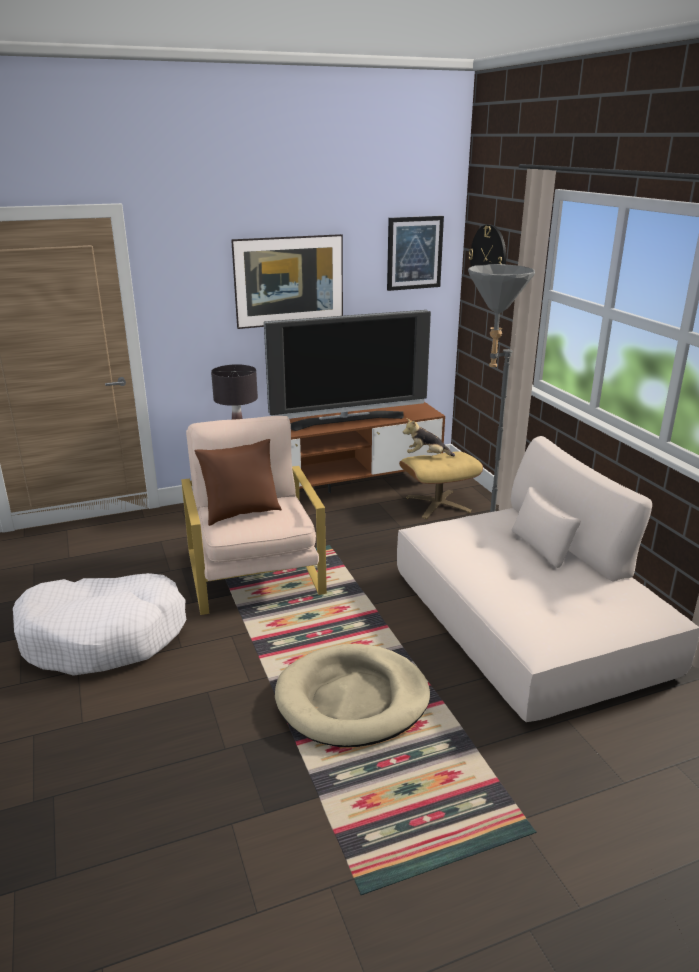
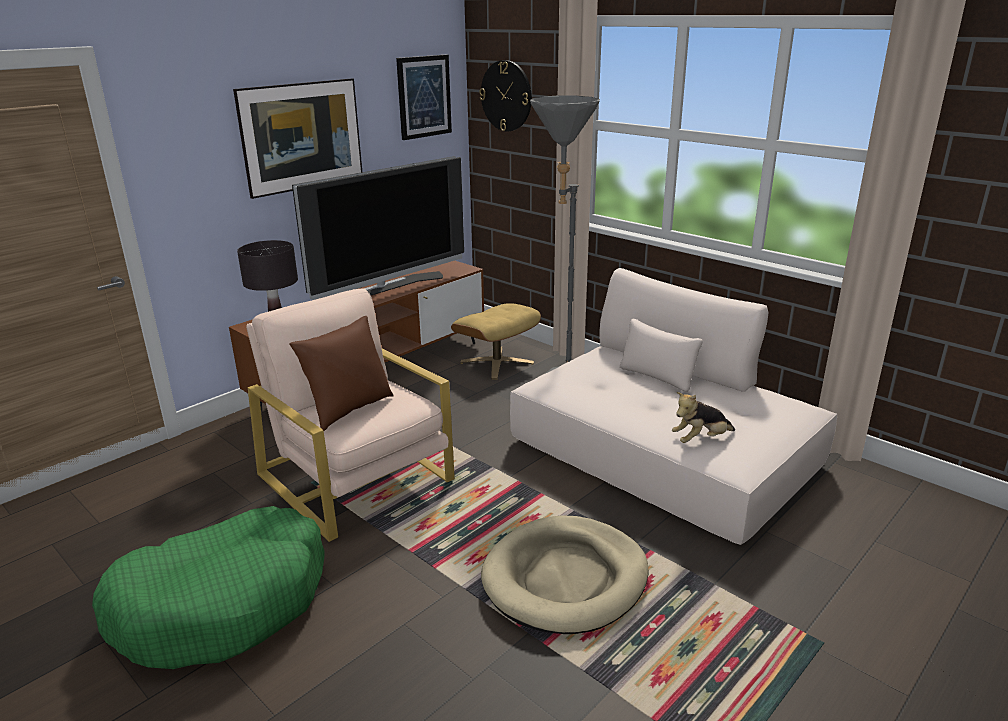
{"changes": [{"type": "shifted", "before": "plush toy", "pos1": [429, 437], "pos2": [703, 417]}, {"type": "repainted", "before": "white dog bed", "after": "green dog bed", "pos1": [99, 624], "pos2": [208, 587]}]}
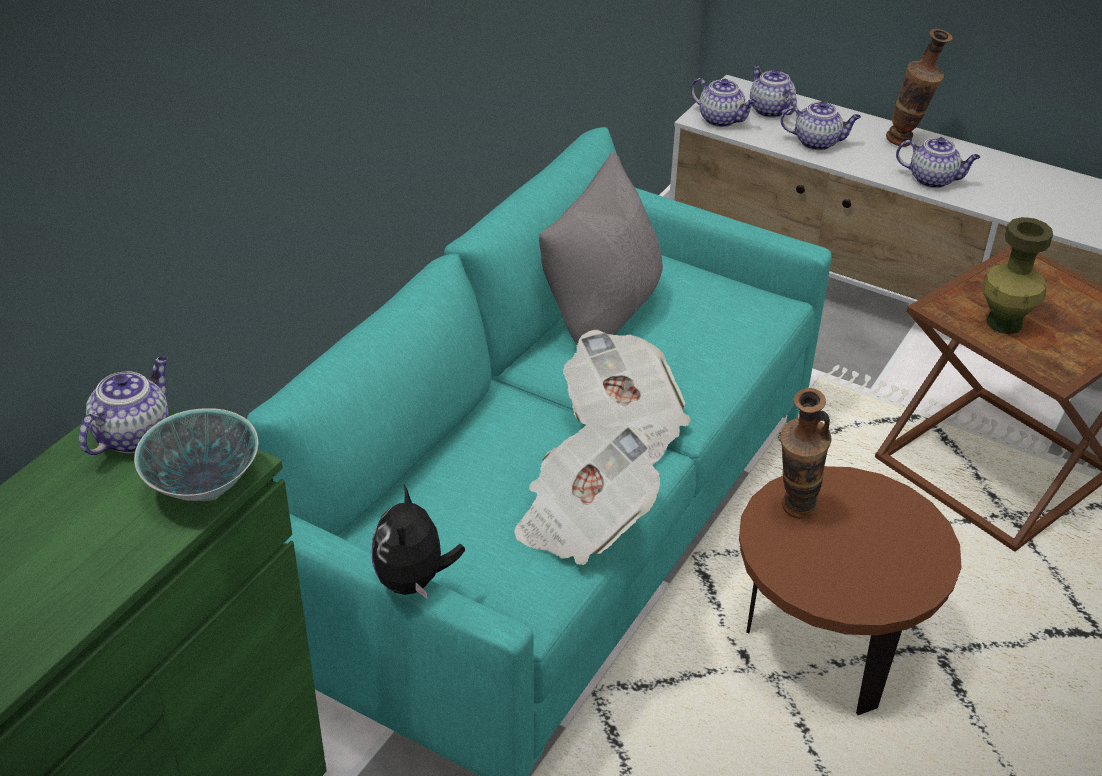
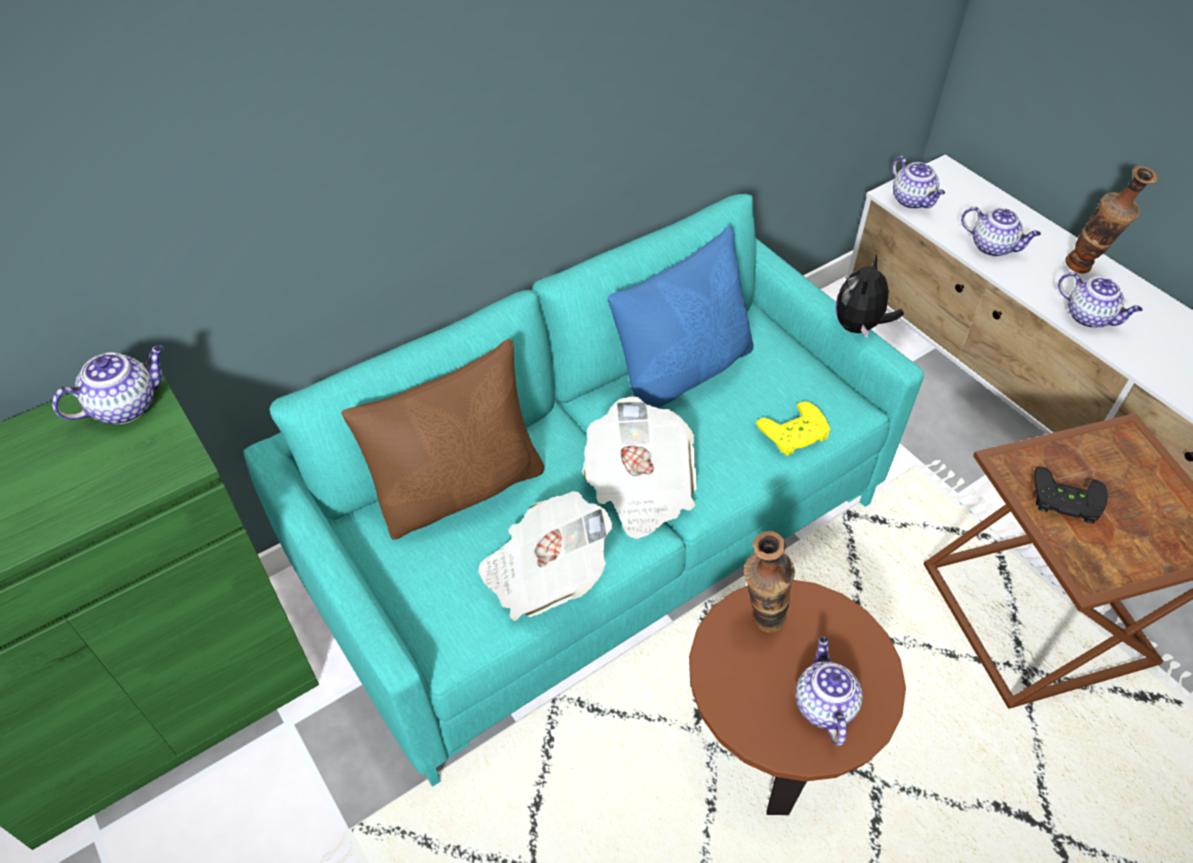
{"changes": [{"type": "shifted", "before": "teapot", "pos1": [773, 91], "pos2": [829, 691]}, {"type": "repainted", "before": "grey pillow", "after": "blue pillow", "pos1": [601, 248], "pos2": [681, 316]}, {"type": "swapped", "before": "green vase", "after": "black game controller", "pos1": [1017, 275], "pos2": [1071, 495]}, {"type": "gone", "before": "bowl", "pos1": [196, 454]}, {"type": "shifted", "before": "plush toy", "pos1": [418, 542], "pos2": [870, 297]}, {"type": "new", "after": "brown pillow", "pos2": [443, 439]}, {"type": "new", "after": "yellow game controller", "pos2": [793, 428]}]}
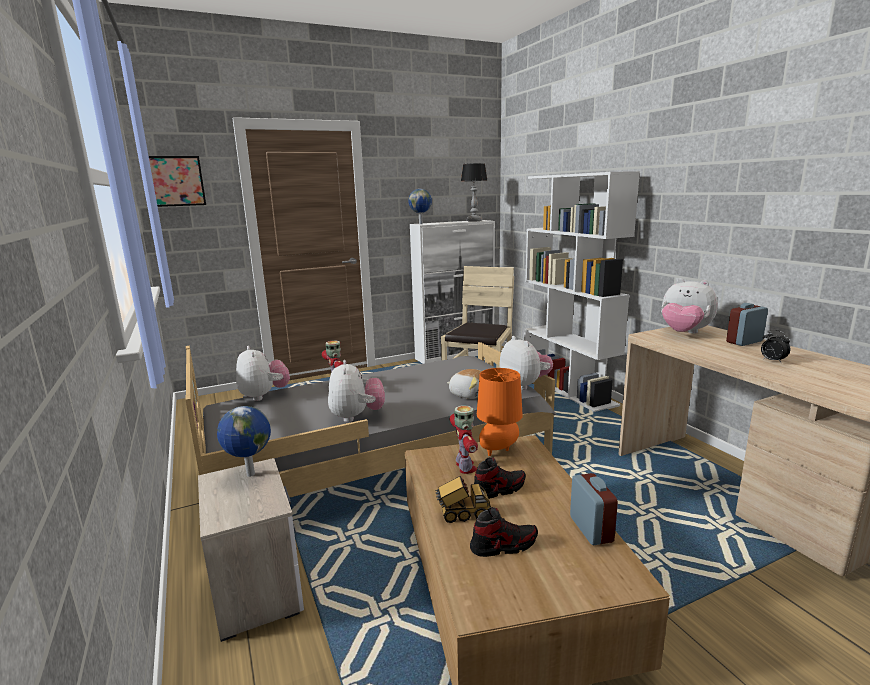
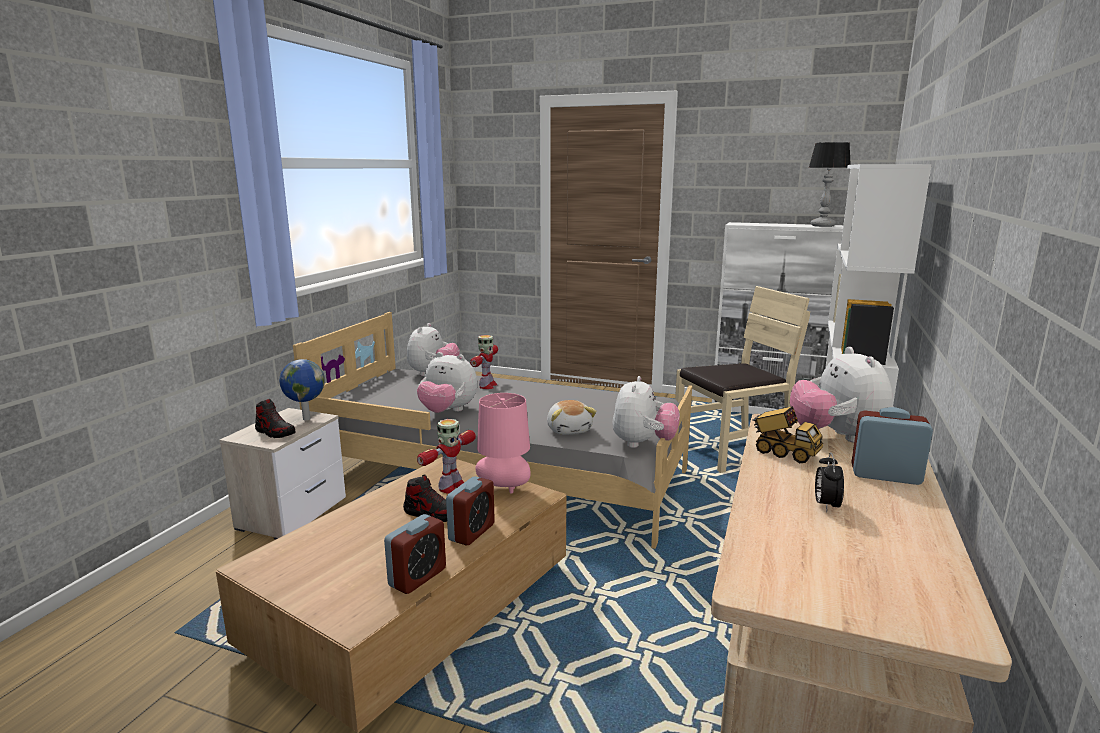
{"changes": [{"type": "gone", "before": "picture", "pos1": [177, 181]}, {"type": "gone", "before": "globe", "pos1": [420, 206]}, {"type": "rotated", "before": "plush toy", "pos1": [356, 391], "pos2": [447, 382], "turn": 75}, {"type": "repainted", "before": "orange table lamp", "after": "pink table lamp", "pos1": [500, 412], "pos2": [503, 443]}, {"type": "shifted", "before": "toy truck", "pos1": [463, 499], "pos2": [787, 434]}, {"type": "shifted", "before": "shoe", "pos1": [504, 532], "pos2": [275, 418]}, {"type": "new", "after": "alarm clock", "pos2": [470, 511]}]}
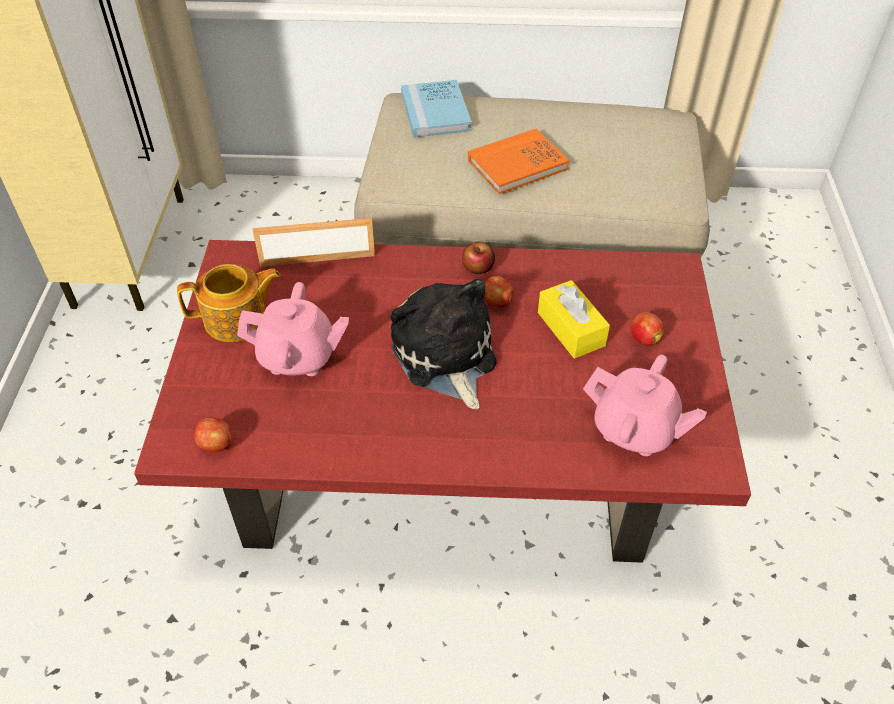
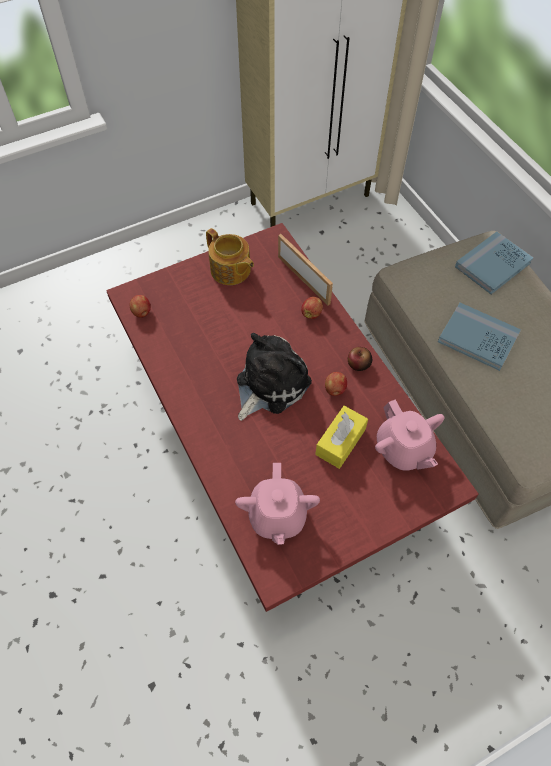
{"changes": [{"type": "repainted", "before": "orange book", "after": "blue book", "pos1": [519, 161], "pos2": [479, 337]}, {"type": "shifted", "before": "pink teapot", "pos1": [293, 329], "pos2": [409, 435]}, {"type": "shifted", "before": "apple", "pos1": [647, 329], "pos2": [312, 308]}]}
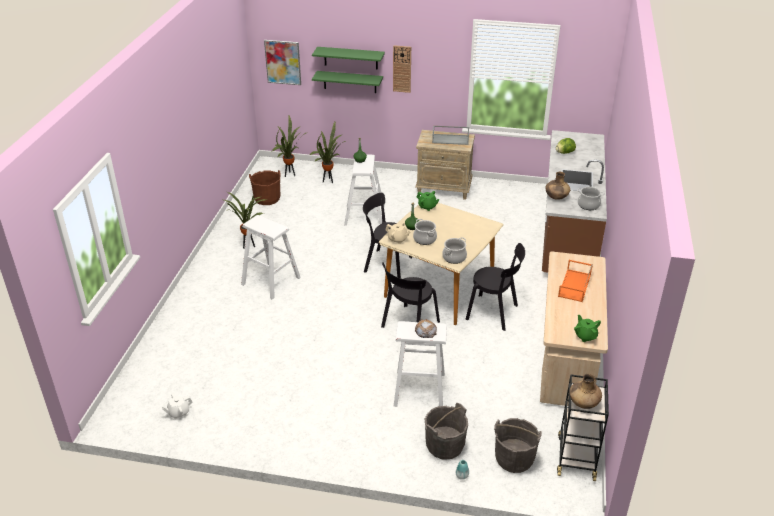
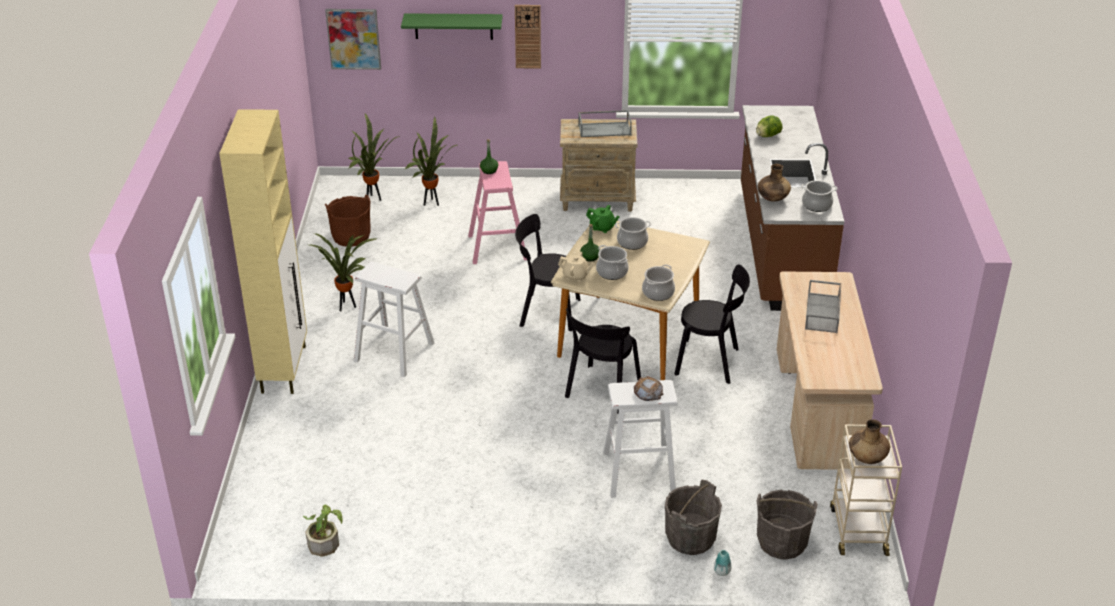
{"changes": [{"type": "gone", "before": "green shelf", "pos1": [347, 82]}, {"type": "repainted", "before": "white stool", "after": "pink stool", "pos1": [364, 190], "pos2": [497, 212]}, {"type": "repainted", "before": "orange tray", "after": "grey tray", "pos1": [575, 281], "pos2": [823, 306]}, {"type": "gone", "before": "green teapot", "pos1": [587, 328]}, {"type": "repainted", "before": "black cart", "after": "beige cart", "pos1": [583, 428], "pos2": [866, 490]}, {"type": "swapped", "before": "white teapot", "after": "potted plant", "pos1": [177, 406], "pos2": [323, 531]}, {"type": "new", "after": "beige cabinet", "pos2": [263, 251]}, {"type": "new", "after": "cooking pot", "pos2": [633, 233]}]}
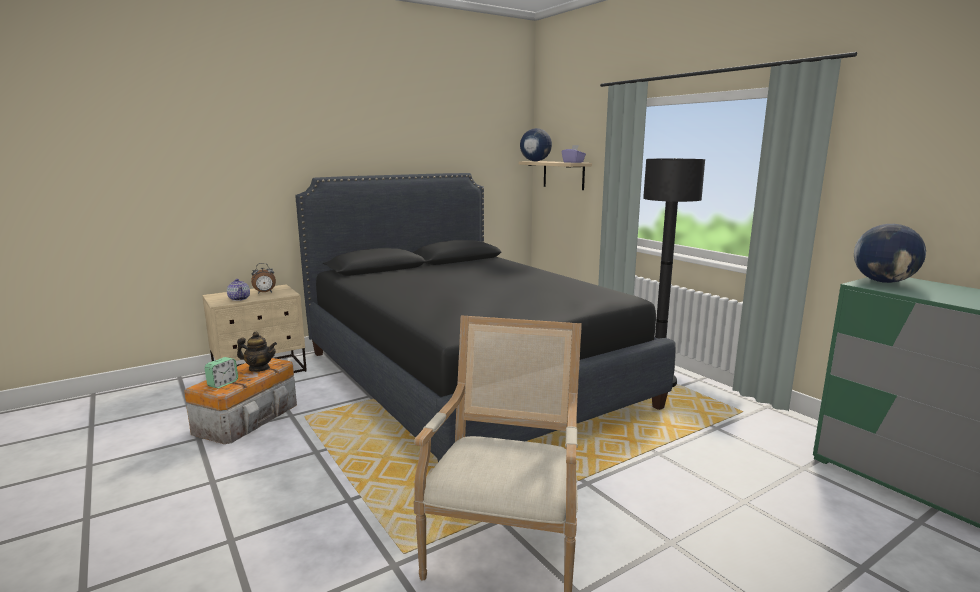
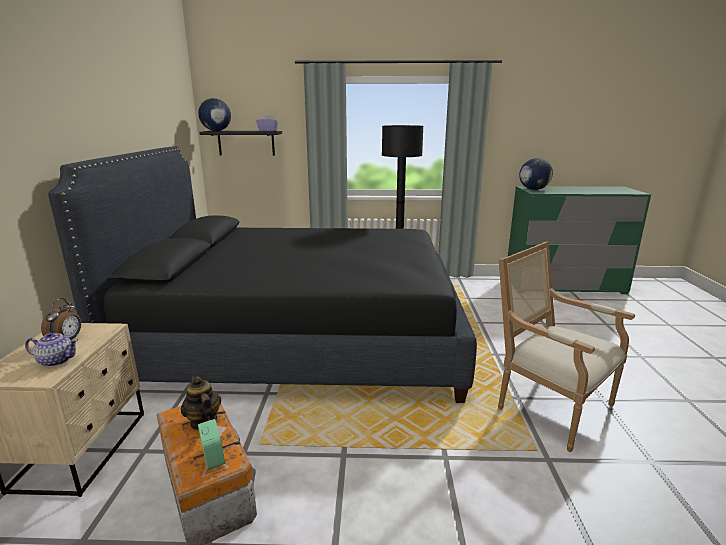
{"changes": [{"type": "repainted", "before": "beige shelf", "after": "black shelf", "pos1": [555, 175], "pos2": [240, 143]}, {"type": "rotated", "before": "teapot", "pos1": [257, 352], "pos2": [201, 403], "turn": -75}]}
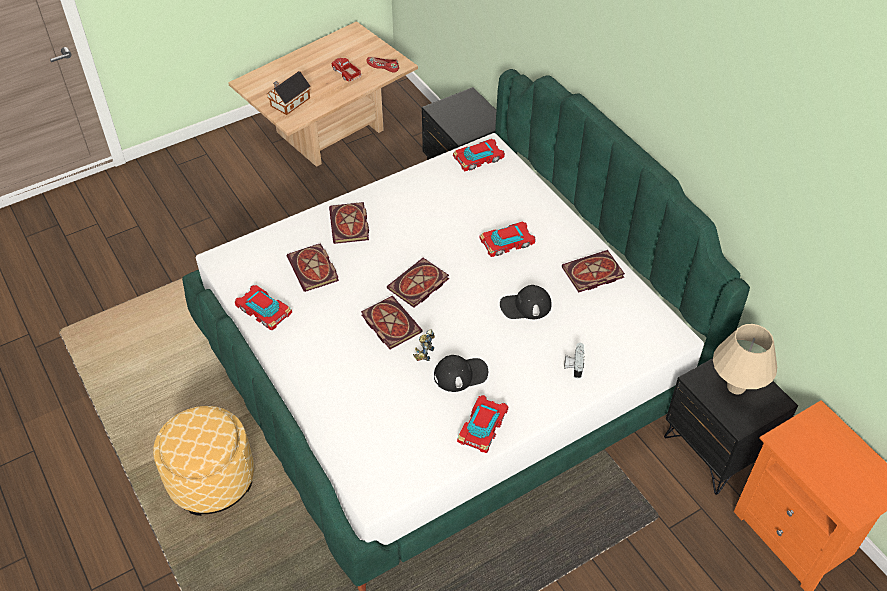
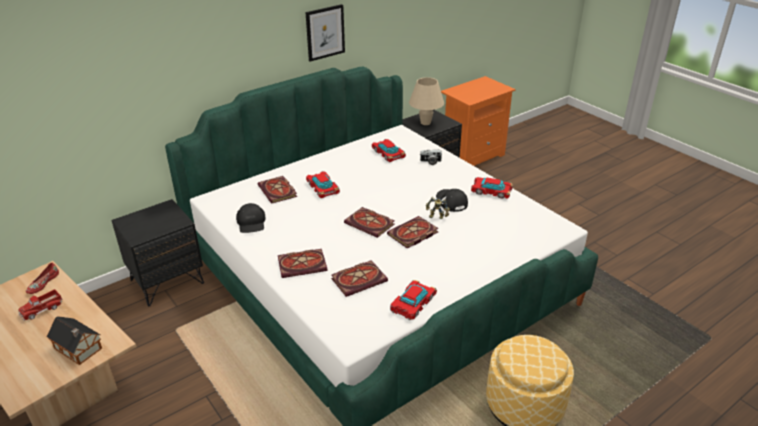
{"changes": [{"type": "shifted", "before": "toy car", "pos1": [479, 155], "pos2": [389, 150]}, {"type": "shifted", "before": "book", "pos1": [593, 271], "pos2": [277, 190]}, {"type": "shifted", "before": "black cap", "pos1": [526, 302], "pos2": [251, 218]}, {"type": "new", "after": "picture", "pos2": [325, 33]}]}
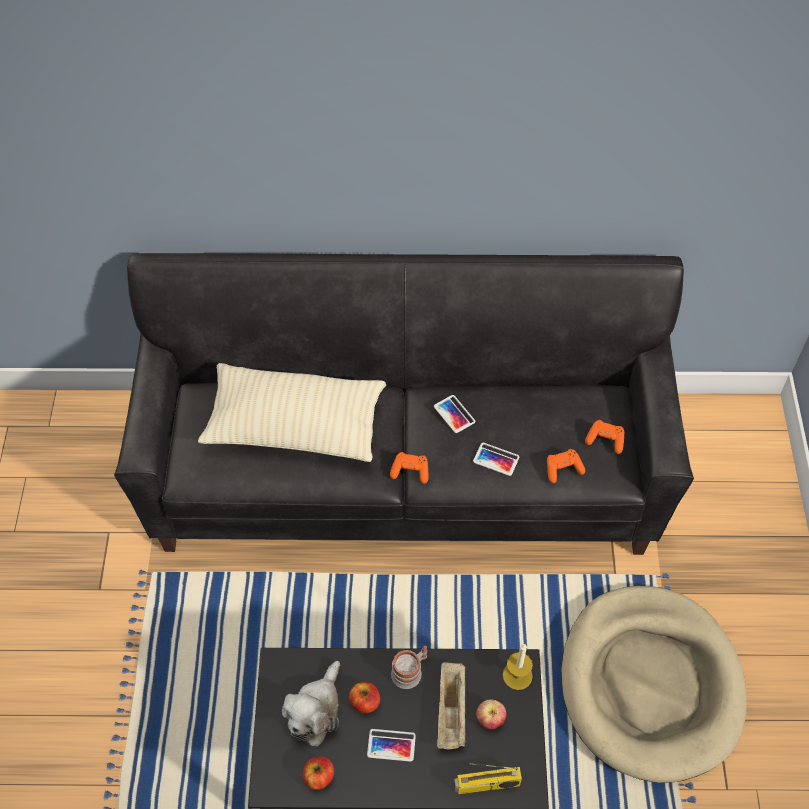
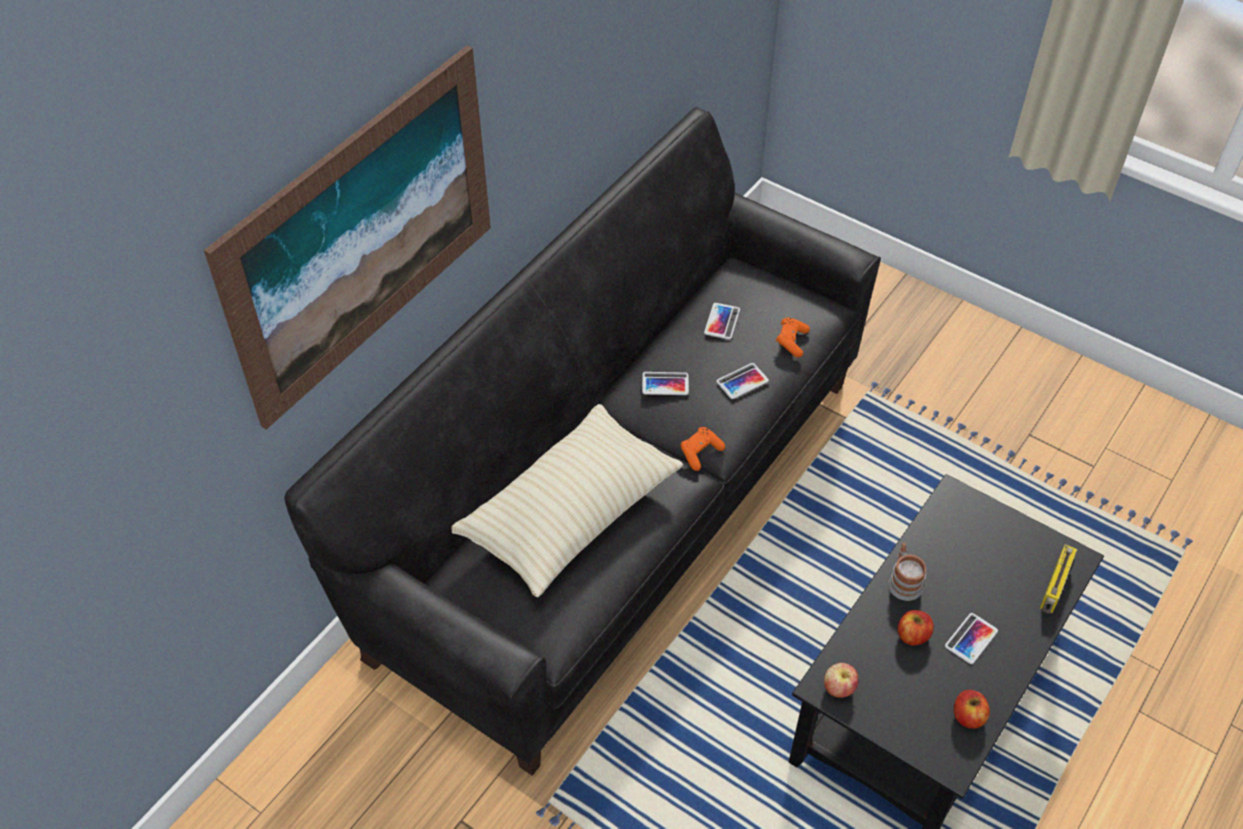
{"changes": [{"type": "gone", "before": "orange game controller", "pos1": [604, 437]}, {"type": "gone", "before": "beige dog bed", "pos1": [654, 684]}, {"type": "gone", "before": "candle", "pos1": [518, 667]}, {"type": "gone", "before": "plush toy", "pos1": [311, 704]}, {"type": "gone", "before": "beige tray", "pos1": [451, 705]}, {"type": "shifted", "before": "apple", "pos1": [491, 714], "pos2": [841, 680]}, {"type": "new", "after": "picture", "pos2": [347, 237]}, {"type": "new", "after": "phone", "pos2": [722, 321]}]}
